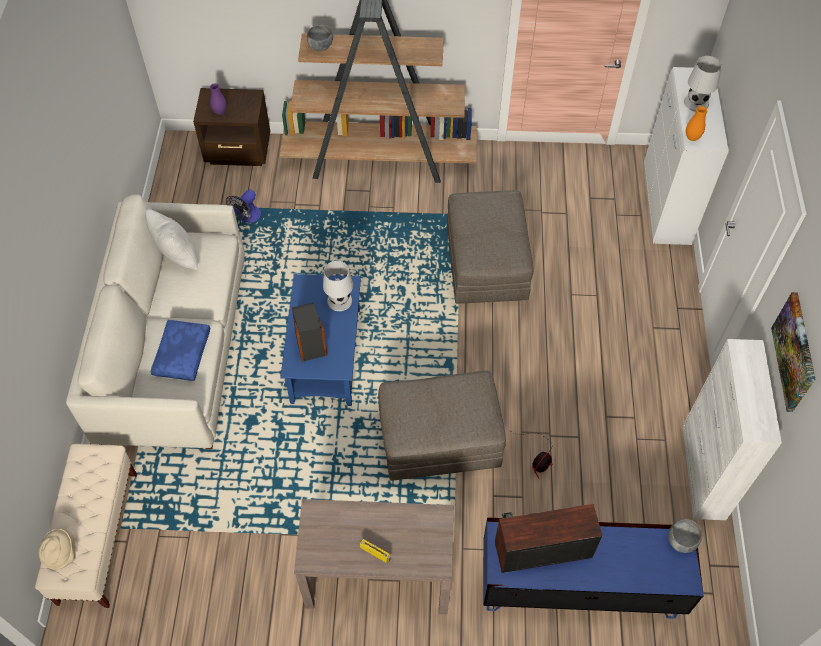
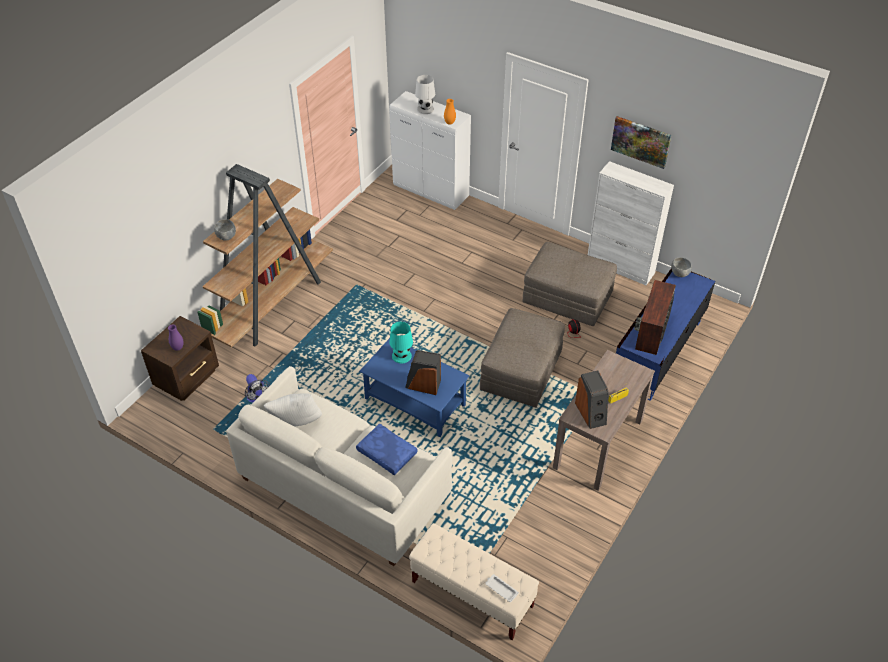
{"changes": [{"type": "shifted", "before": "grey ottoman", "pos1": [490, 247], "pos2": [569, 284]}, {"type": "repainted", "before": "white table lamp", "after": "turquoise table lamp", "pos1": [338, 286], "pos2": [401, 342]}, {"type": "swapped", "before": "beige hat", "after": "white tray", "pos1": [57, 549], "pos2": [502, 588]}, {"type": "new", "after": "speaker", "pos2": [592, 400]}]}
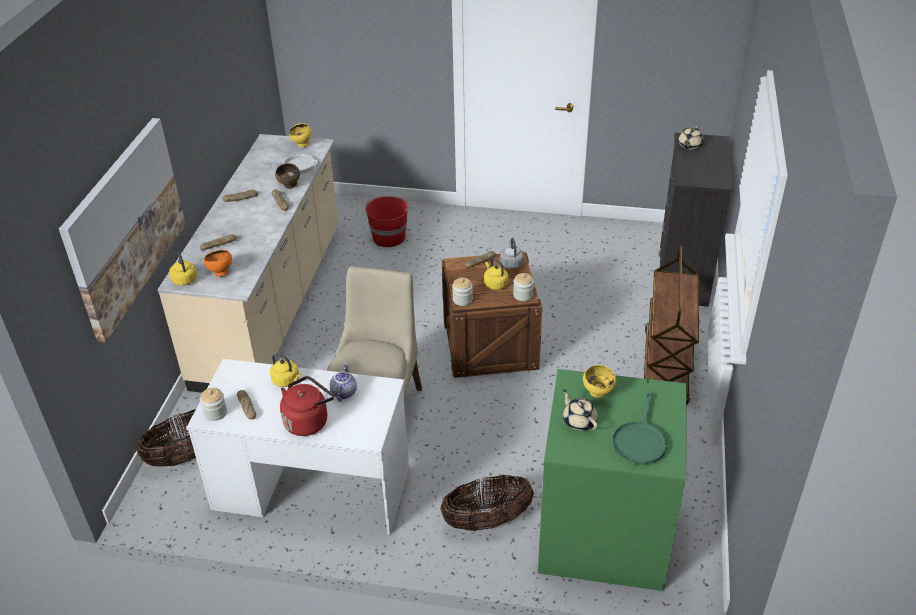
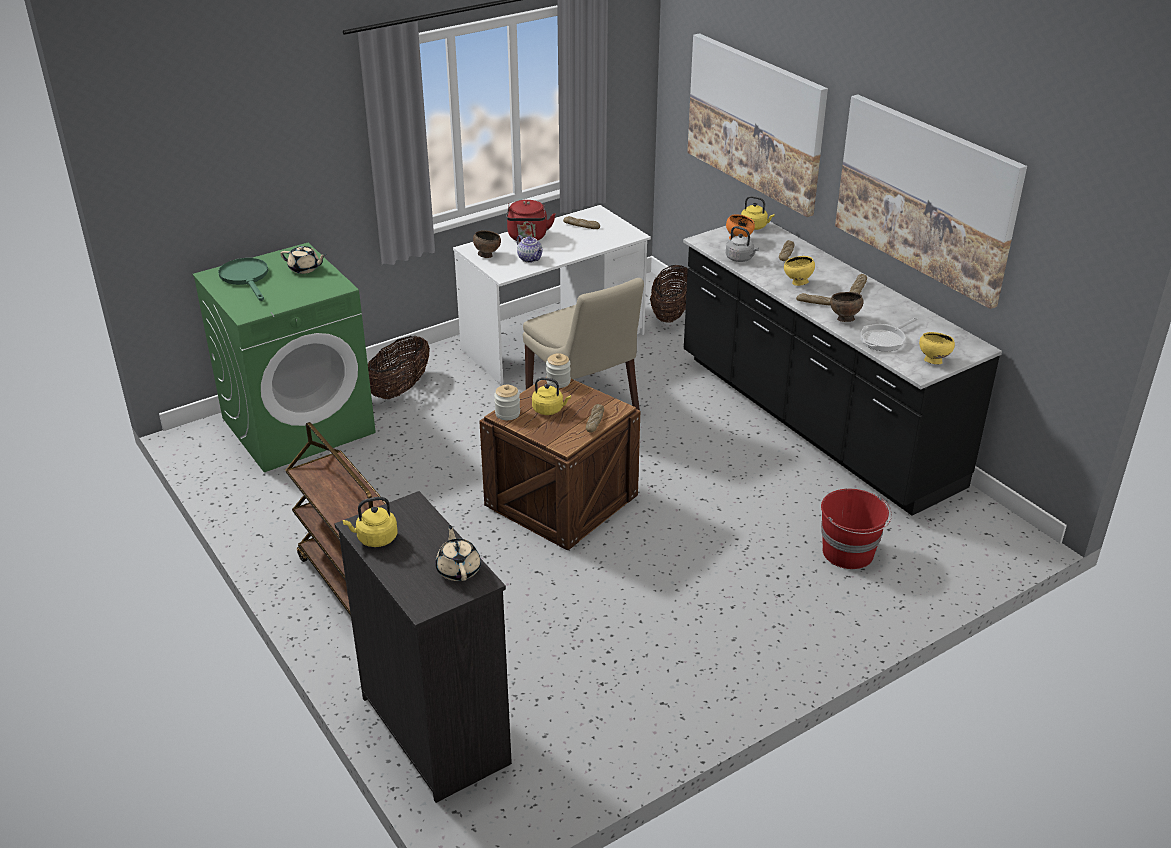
{"changes": [{"type": "repainted", "before": "beige counter", "after": "black counter", "pos1": [248, 263], "pos2": [842, 369]}, {"type": "shifted", "before": "grey kettle", "pos1": [512, 253], "pos2": [742, 244]}, {"type": "shifted", "before": "yellow kettle", "pos1": [285, 370], "pos2": [370, 522]}, {"type": "shifted", "before": "yellow bowl", "pos1": [599, 381], "pos2": [799, 271]}, {"type": "gone", "before": "jar", "pos1": [213, 404]}, {"type": "new", "after": "picture", "pos2": [931, 201]}, {"type": "new", "after": "brown bowl", "pos2": [487, 244]}]}
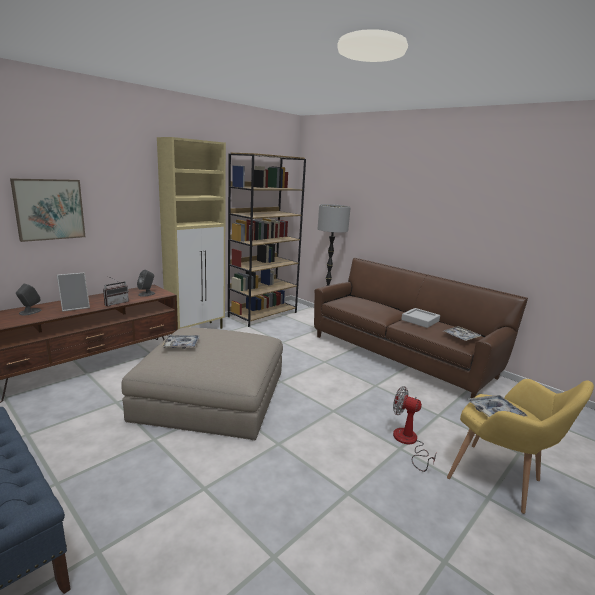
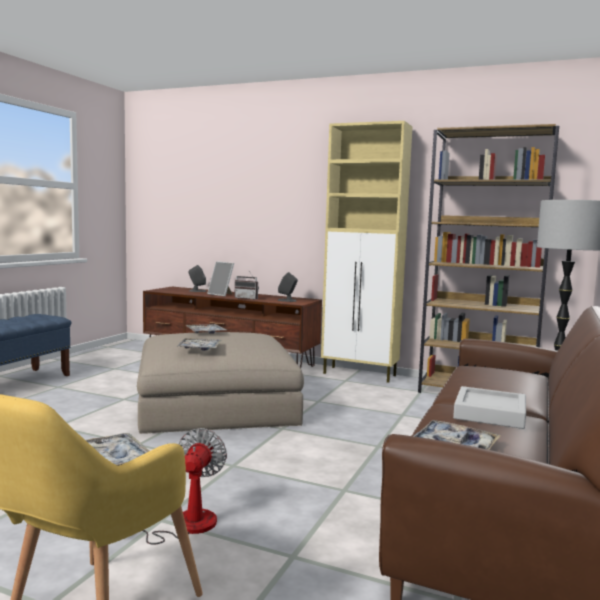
{"changes": [{"type": "gone", "before": "picture", "pos1": [47, 210]}, {"type": "new", "after": "tray", "pos2": [199, 344]}]}
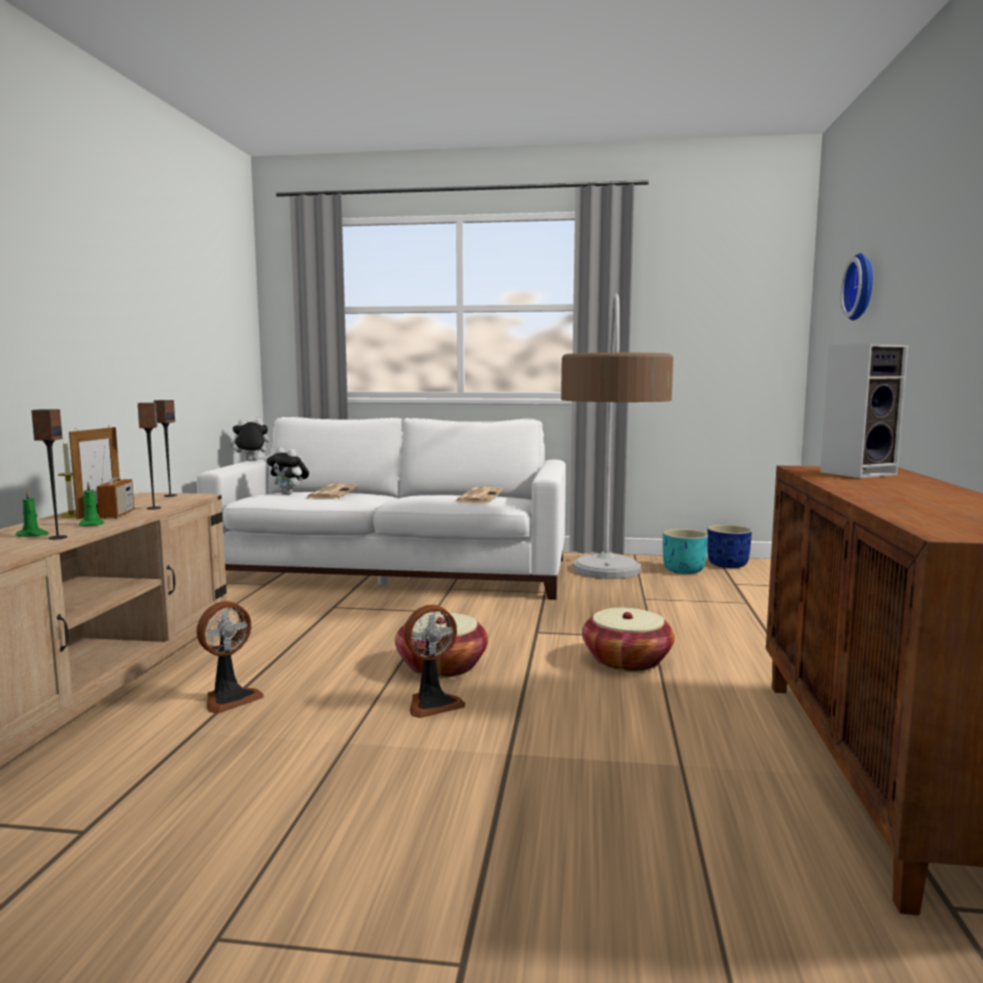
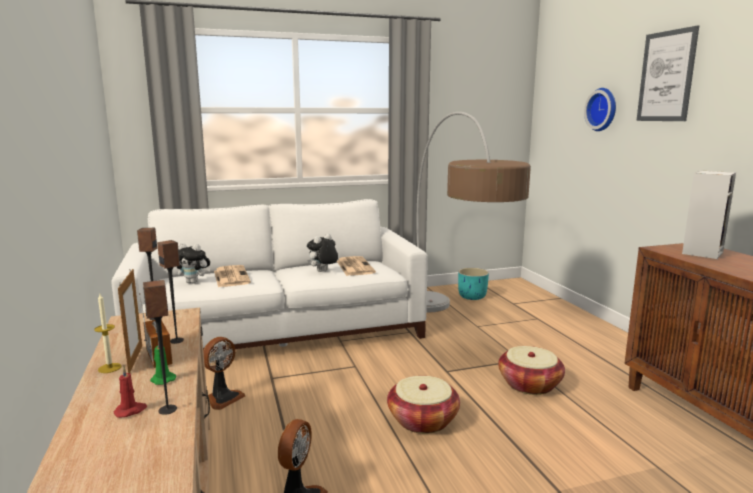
{"changes": [{"type": "shifted", "before": "plush toy", "pos1": [248, 439], "pos2": [322, 253]}, {"type": "repainted", "before": "green candle", "after": "red candle", "pos1": [32, 512], "pos2": [130, 392]}, {"type": "gone", "before": "blue planter", "pos1": [729, 546]}, {"type": "shifted", "before": "fan", "pos1": [434, 661], "pos2": [224, 373]}, {"type": "new", "after": "picture", "pos2": [667, 73]}]}
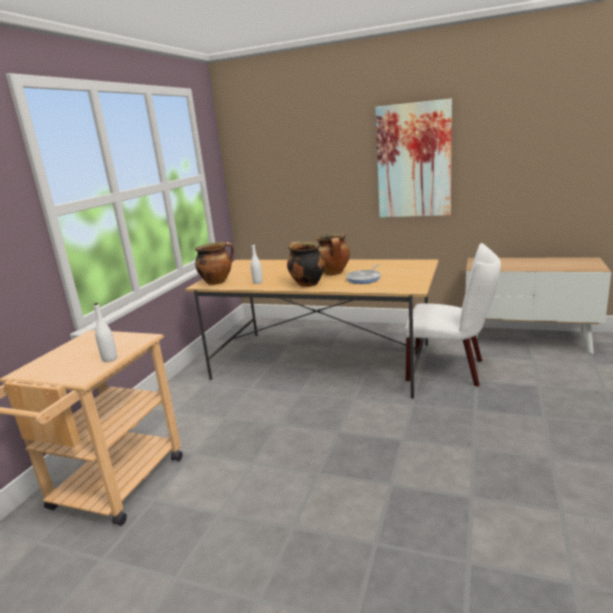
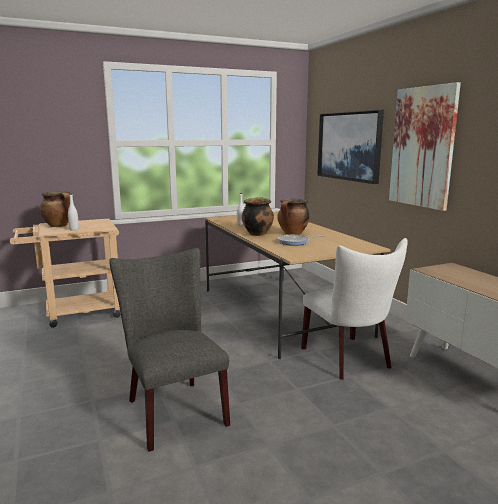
{"changes": [{"type": "shifted", "before": "cooking pot", "pos1": [214, 263], "pos2": [55, 209]}, {"type": "new", "after": "picture", "pos2": [350, 147]}, {"type": "new", "after": "grey chair", "pos2": [169, 350]}]}
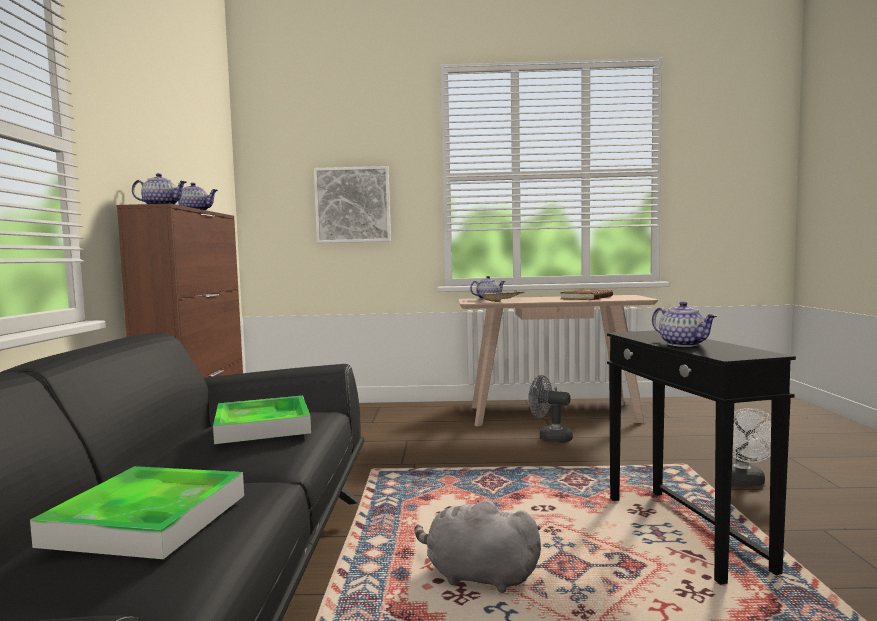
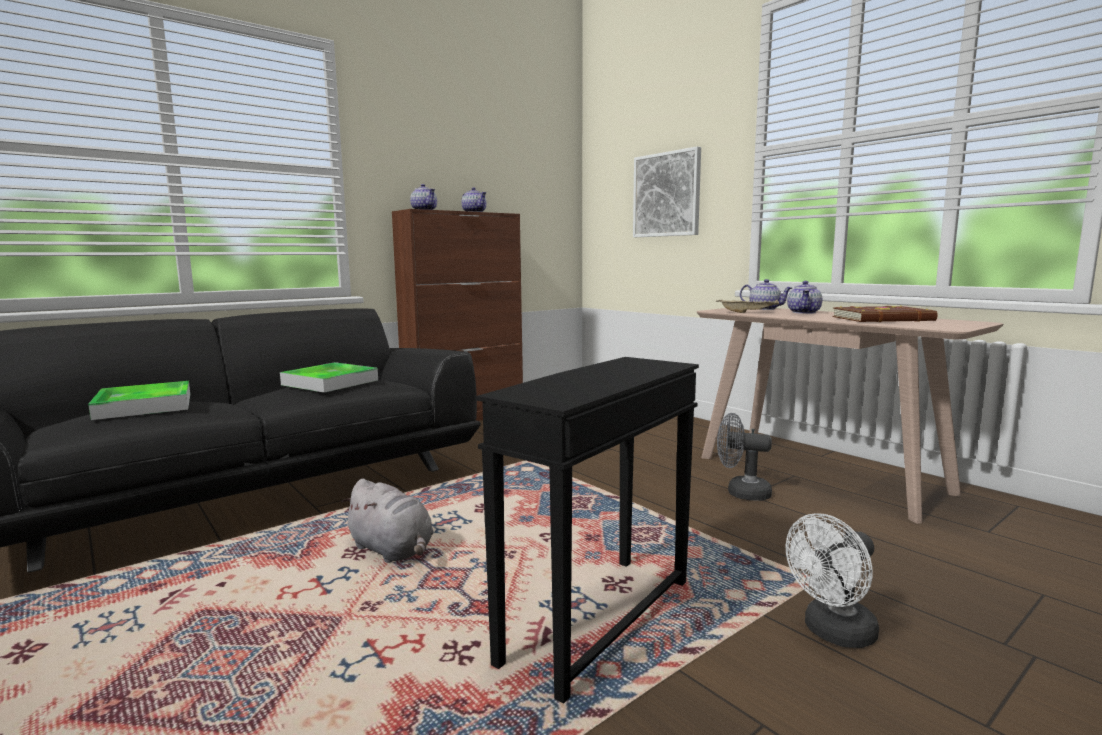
{"changes": [{"type": "shifted", "before": "teapot", "pos1": [684, 324], "pos2": [804, 297]}, {"type": "rotated", "before": "grey fan", "pos1": [550, 409], "pos2": [744, 457], "turn": -60}, {"type": "rotated", "before": "grey plush toy", "pos1": [477, 546], "pos2": [387, 521], "turn": 150}]}
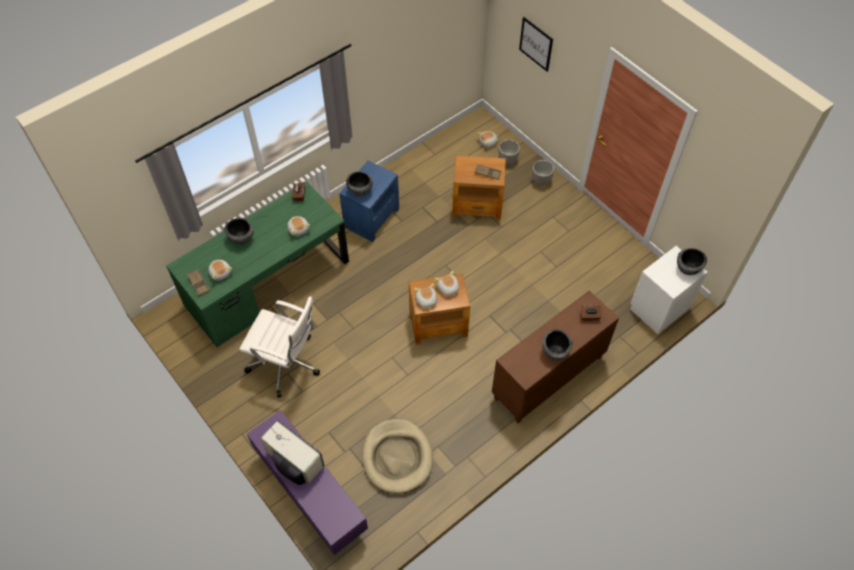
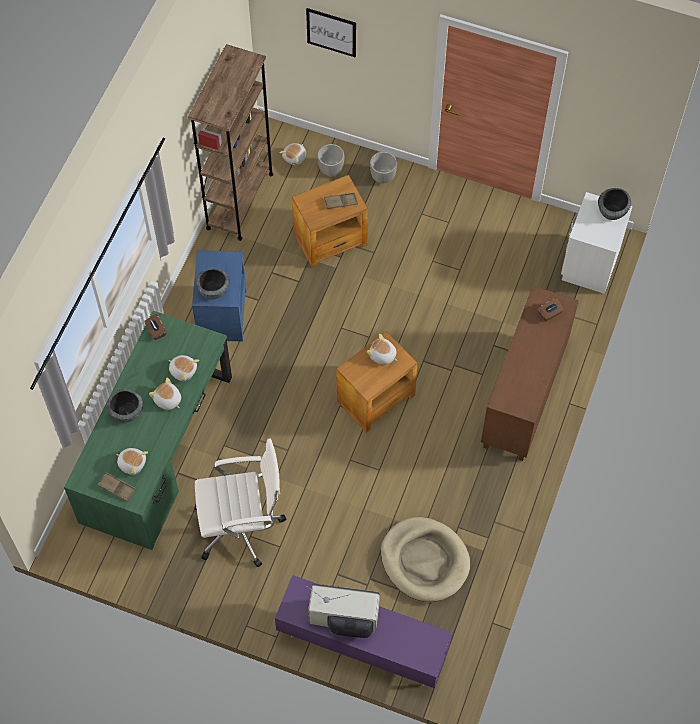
{"changes": [{"type": "shifted", "before": "plush toy", "pos1": [425, 296], "pos2": [165, 393]}, {"type": "gone", "before": "bowl", "pos1": [557, 344]}, {"type": "new", "after": "brown bookcase", "pos2": [230, 142]}]}
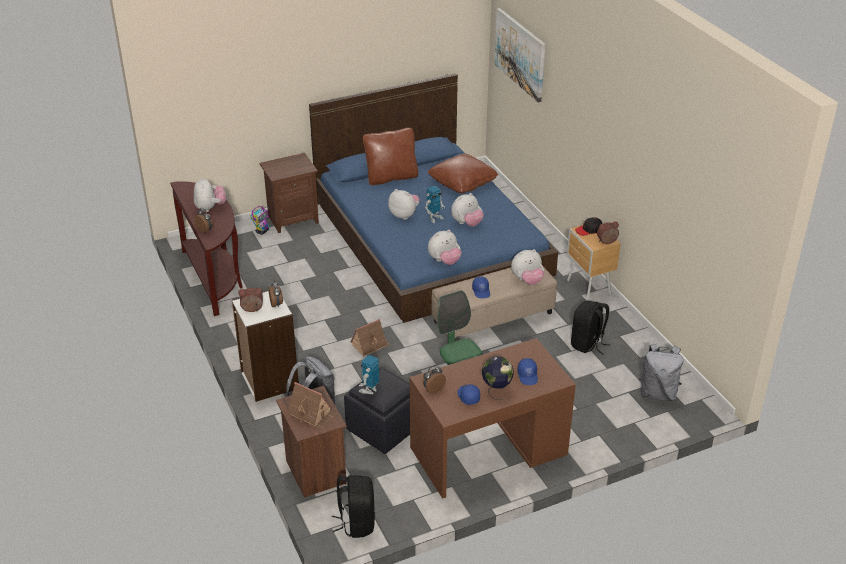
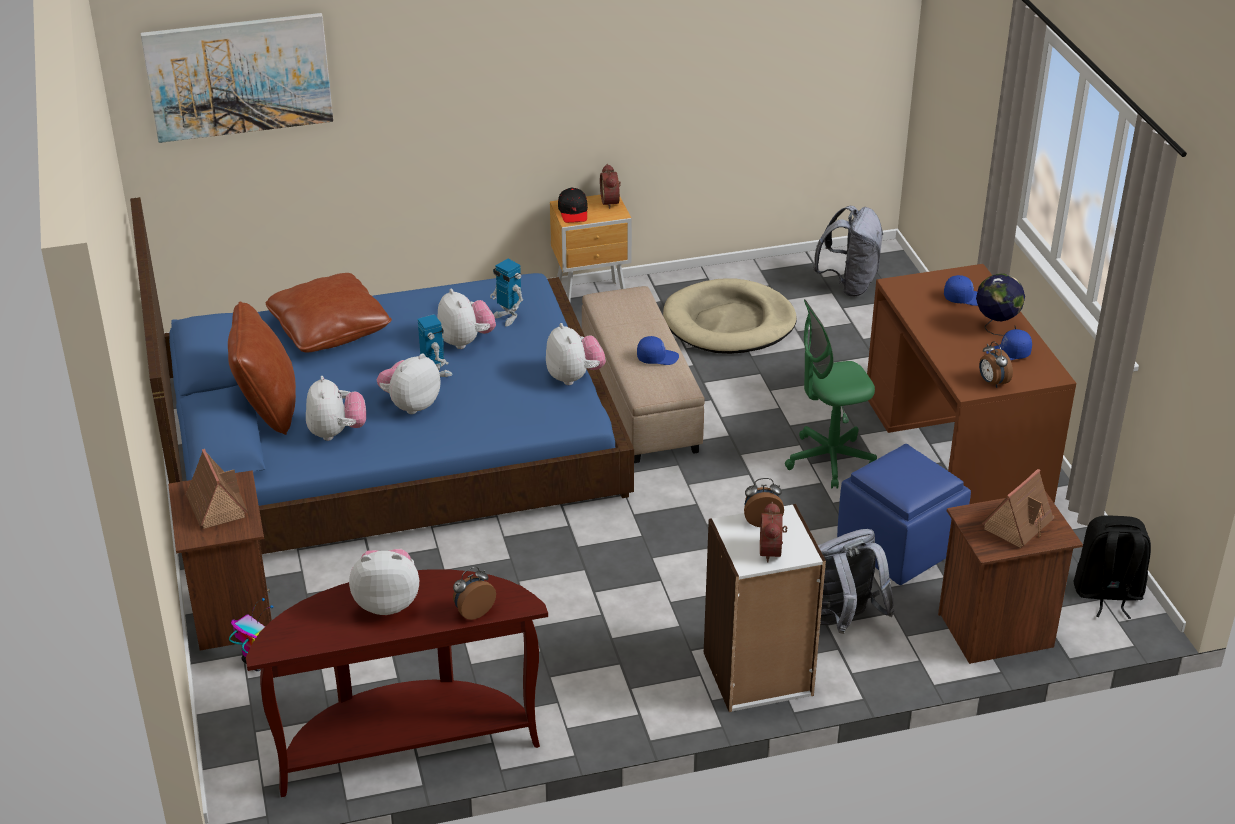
{"changes": [{"type": "shifted", "before": "plush toy", "pos1": [527, 267], "pos2": [336, 408]}, {"type": "swapped", "before": "black backpack", "after": "beige dog bed", "pos1": [590, 327], "pos2": [730, 316]}, {"type": "shifted", "before": "toy house", "pos1": [371, 337], "pos2": [217, 489]}, {"type": "shifted", "before": "toy robot", "pos1": [369, 374], "pos2": [506, 293]}, {"type": "repainted", "before": "black ottoman", "after": "blue ottoman", "pos1": [377, 410], "pos2": [904, 514]}]}
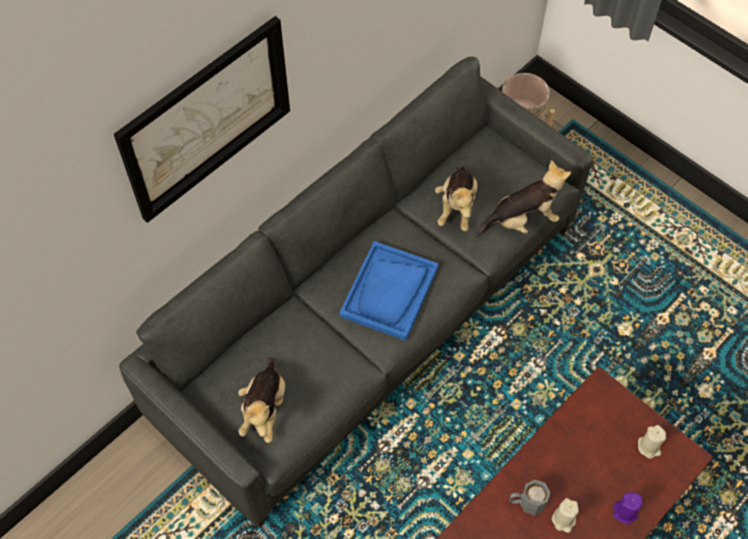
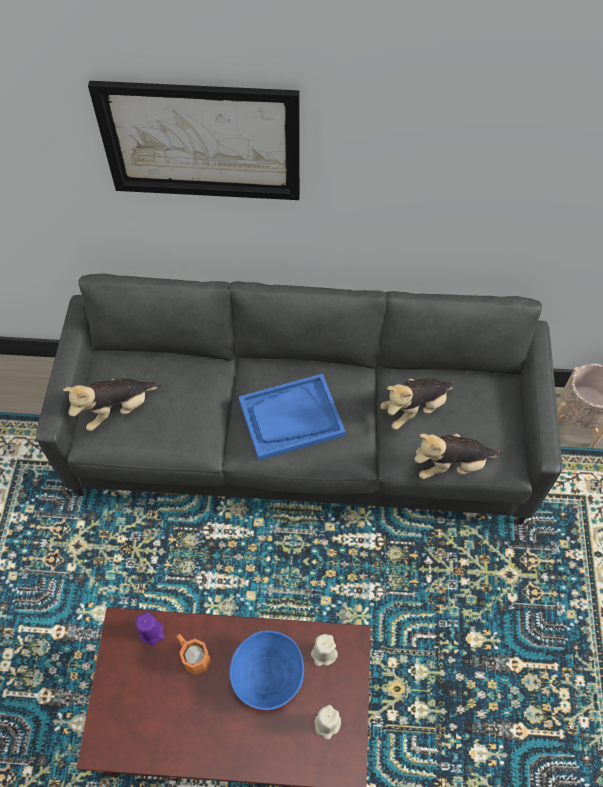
{"changes": [{"type": "rotated", "before": "plush toy", "pos1": [523, 198], "pos2": [458, 456], "turn": 135}, {"type": "repainted", "before": "grey mug", "after": "orange mug", "pos1": [529, 498], "pos2": [193, 654]}, {"type": "shifted", "before": "purple candle", "pos1": [627, 508], "pos2": [150, 628]}, {"type": "shifted", "before": "beige candle", "pos1": [565, 515], "pos2": [324, 650]}, {"type": "new", "after": "blue bowl", "pos2": [266, 670]}]}
